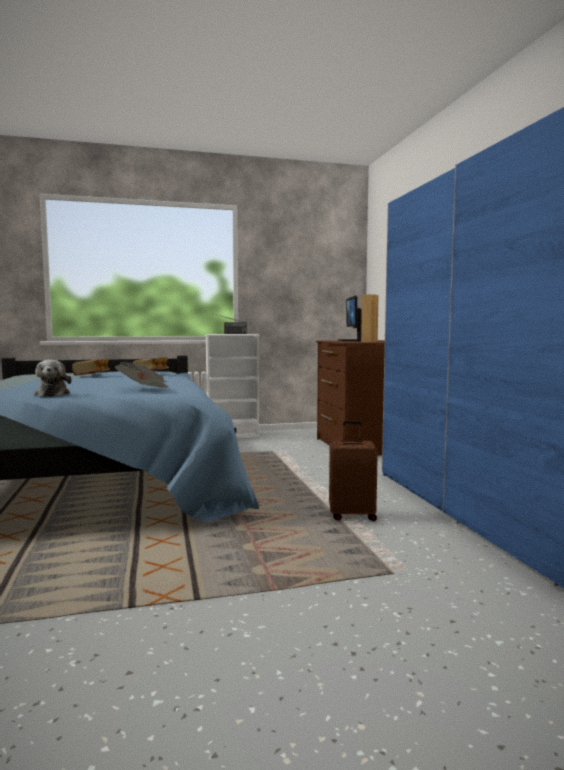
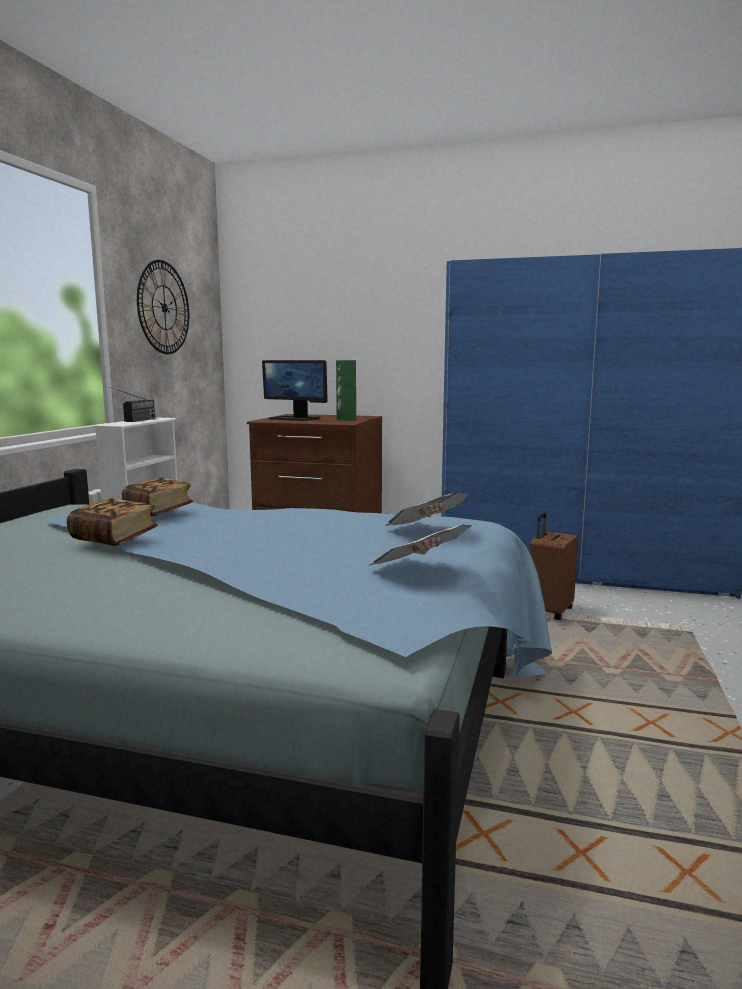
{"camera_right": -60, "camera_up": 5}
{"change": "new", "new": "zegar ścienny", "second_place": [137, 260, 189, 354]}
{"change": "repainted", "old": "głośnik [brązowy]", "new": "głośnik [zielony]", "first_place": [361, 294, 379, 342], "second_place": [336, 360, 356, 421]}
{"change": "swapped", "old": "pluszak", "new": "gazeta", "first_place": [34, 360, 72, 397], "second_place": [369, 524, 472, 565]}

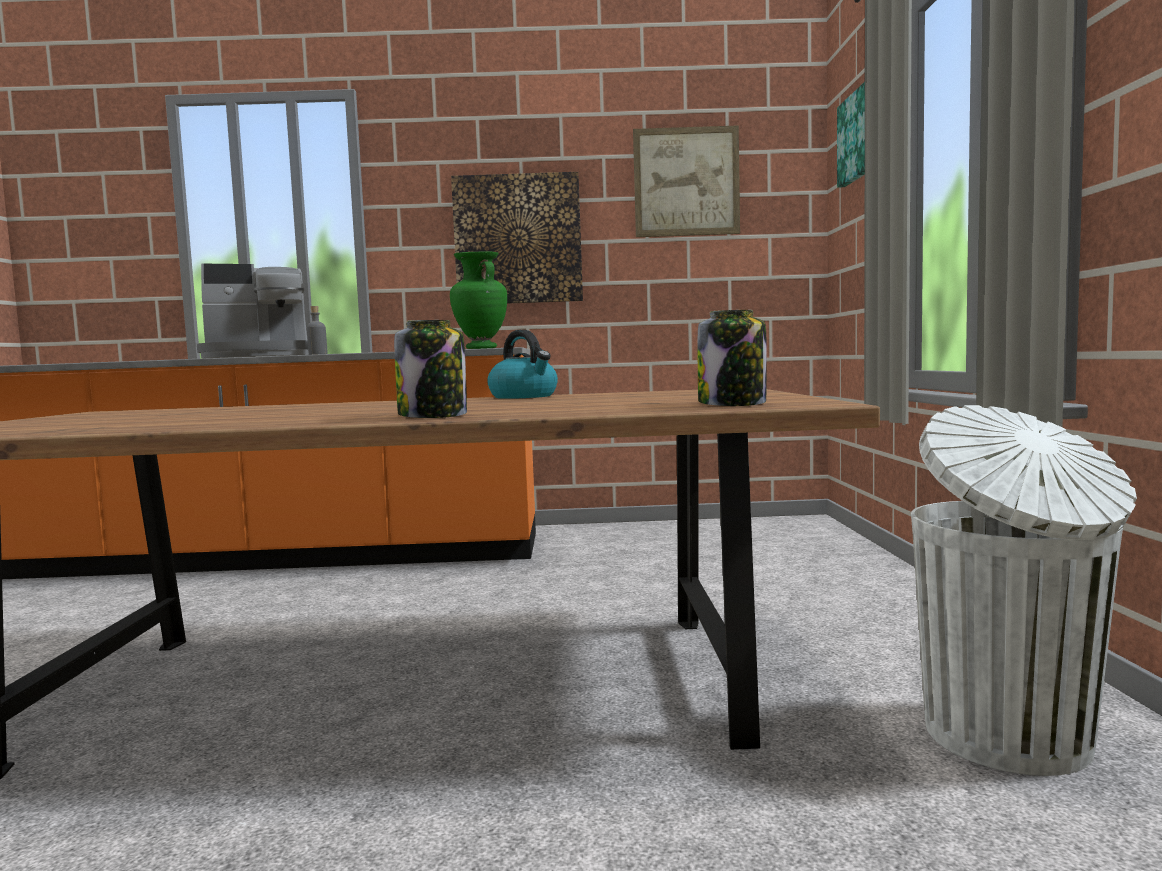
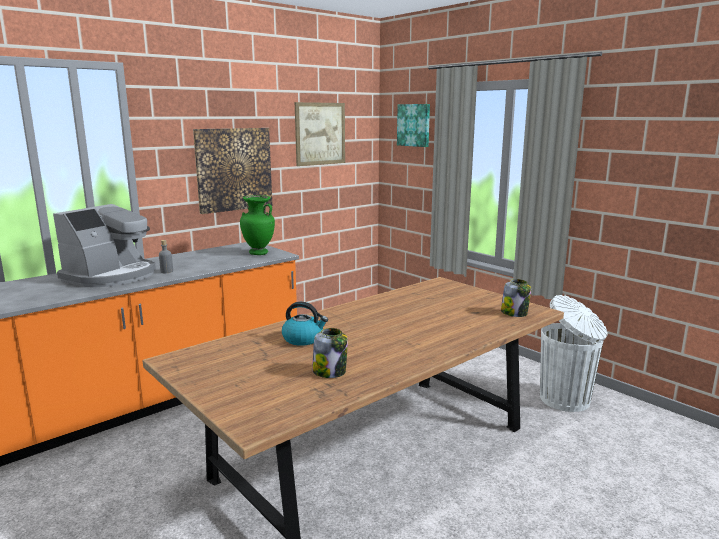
{"camera_right": -40, "camera_up": 10}
{"change": "shifted", "old": "czajnik", "first_place": [487, 330, 558, 399], "second_place": [282, 302, 328, 346]}
{"change": "shifted", "old": "słoik", "first_place": [394, 320, 467, 418], "second_place": [312, 328, 348, 378]}

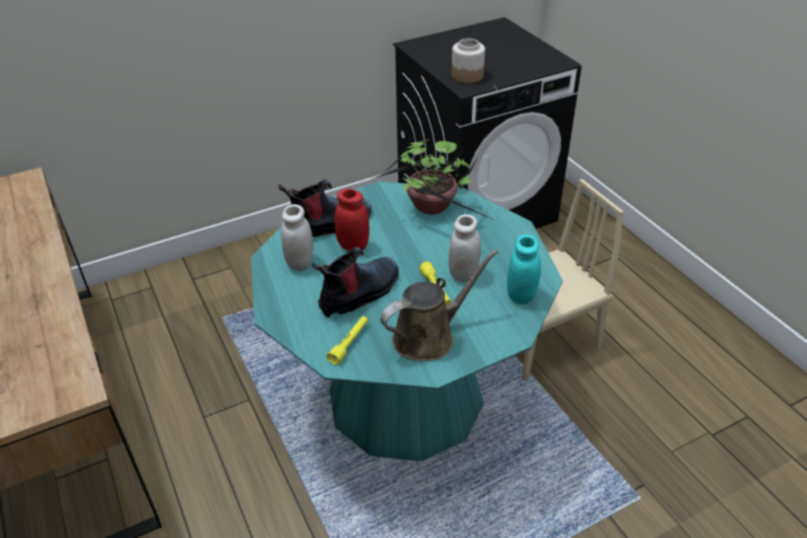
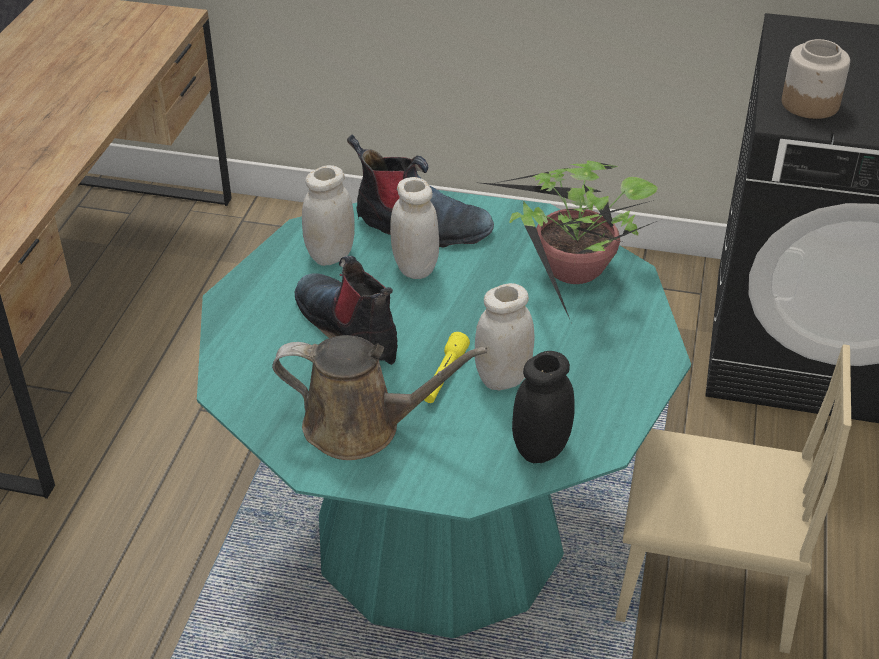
{"camera_right": 40, "camera_up": 0}
{"change": "rotated", "old": "but z cholewką", "first_place": [312, 247, 399, 318], "second_place": [294, 256, 398, 365], "degrees": -120}
{"change": "repainted", "old": "słoik [czerwony]", "new": "słoik [biały]", "first_place": [335, 189, 369, 251], "second_place": [390, 177, 439, 279]}
{"change": "repainted", "old": "słoik [turkusowy]", "new": "słoik [czarny]", "first_place": [507, 235, 541, 304], "second_place": [512, 351, 575, 463]}
{"change": "gone", "old": "latarka [żółty]", "first_place": [327, 316, 368, 365]}

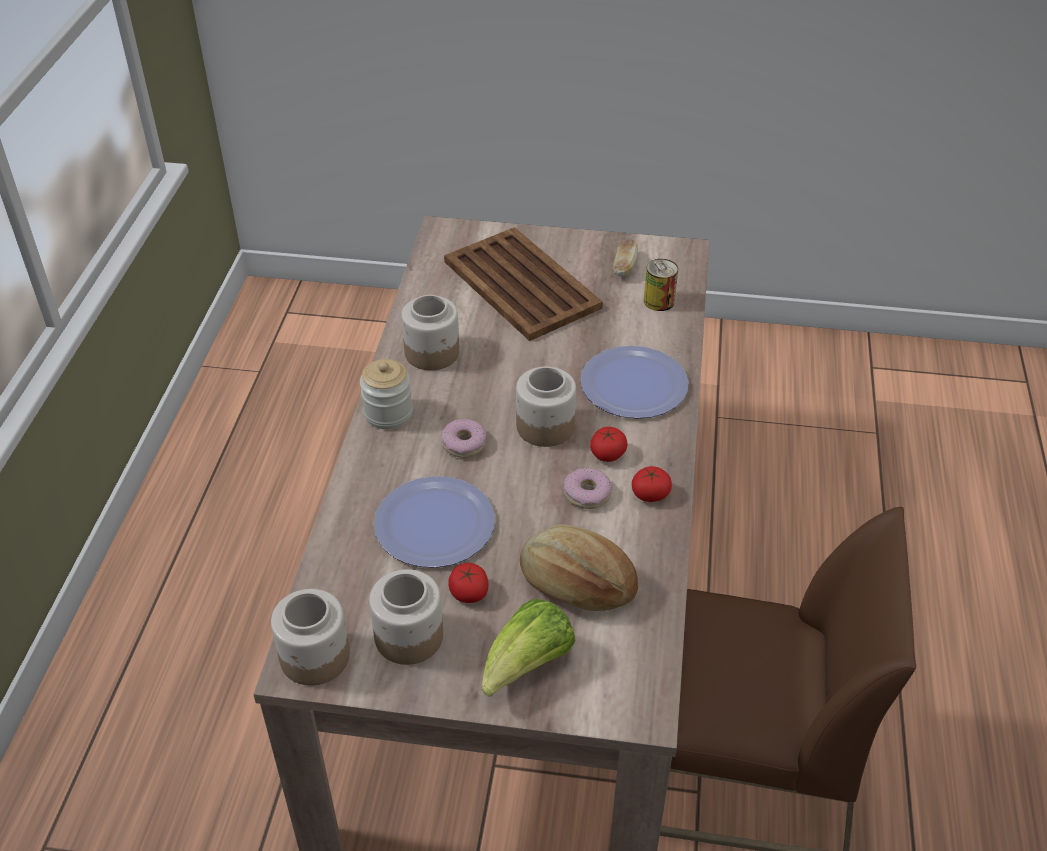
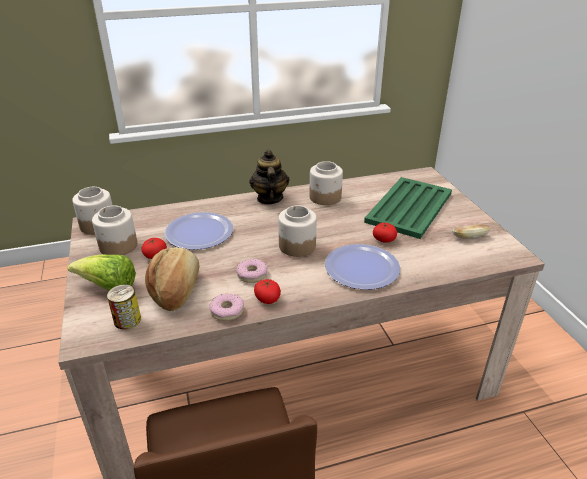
{"camera_right": 65, "camera_up": -10}
{"change": "shifted", "old": "puszka", "first_place": [644, 259, 678, 311], "second_place": [107, 284, 141, 329]}
{"change": "shifted", "old": "donut", "first_place": [441, 418, 487, 458], "second_place": [209, 294, 244, 321]}
{"change": "swapped", "old": "słoik", "new": "imbryk", "first_place": [360, 359, 413, 429], "second_place": [249, 150, 290, 205]}
{"change": "repainted", "old": "taca [brązowy]", "new": "taca [zielony]", "first_place": [444, 227, 603, 341], "second_place": [364, 177, 452, 239]}
{"change": "shifted", "old": "pomidor", "first_place": [590, 427, 627, 462], "second_place": [373, 223, 397, 243]}

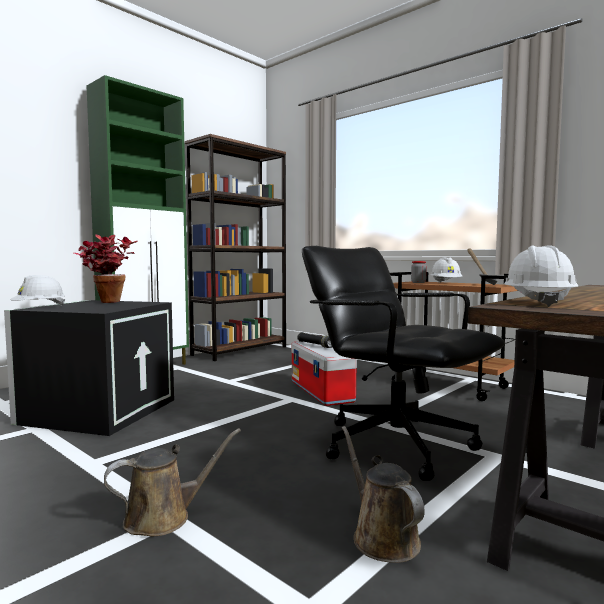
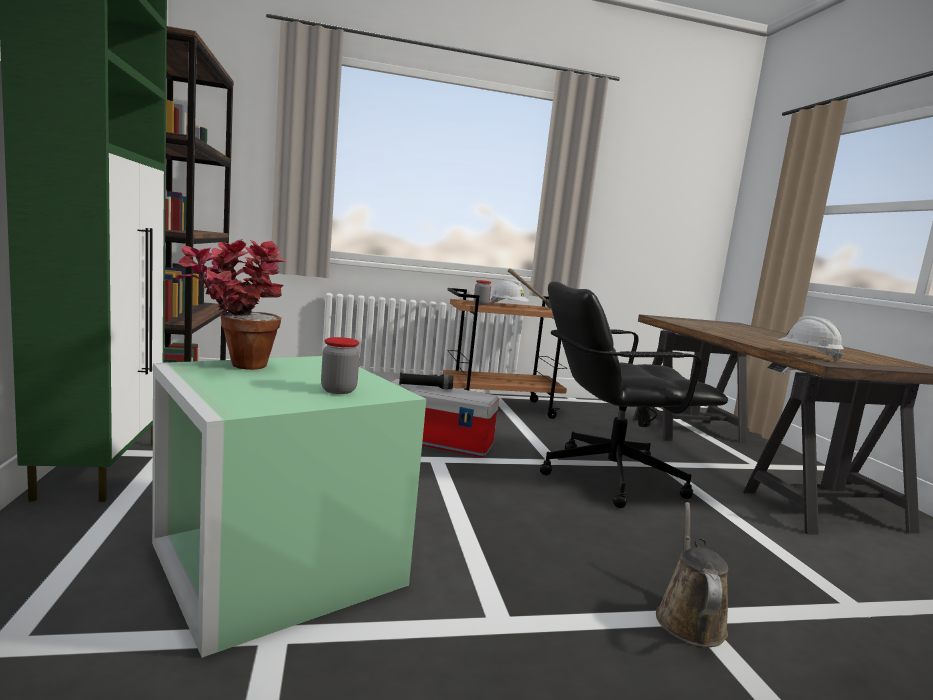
{"camera_right": -55, "camera_up": 5}
{"change": "repainted", "old": "pojemnik do przechowywania [czarny]", "new": "pojemnik do przechowywania [zielony]", "first_place": [4, 300, 174, 436], "second_place": [152, 356, 426, 658]}
{"change": "new", "new": "słoik", "second_place": [321, 337, 360, 394]}
{"change": "gone", "old": "kask [biały]", "first_place": [10, 275, 65, 306]}
{"change": "gone", "old": "konewka [brązowy]", "first_place": [342, 426, 425, 563]}

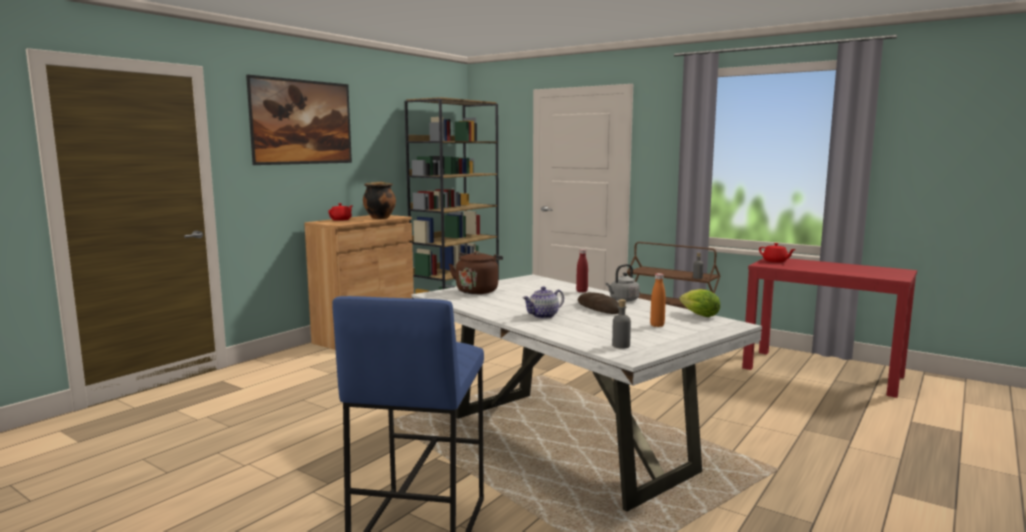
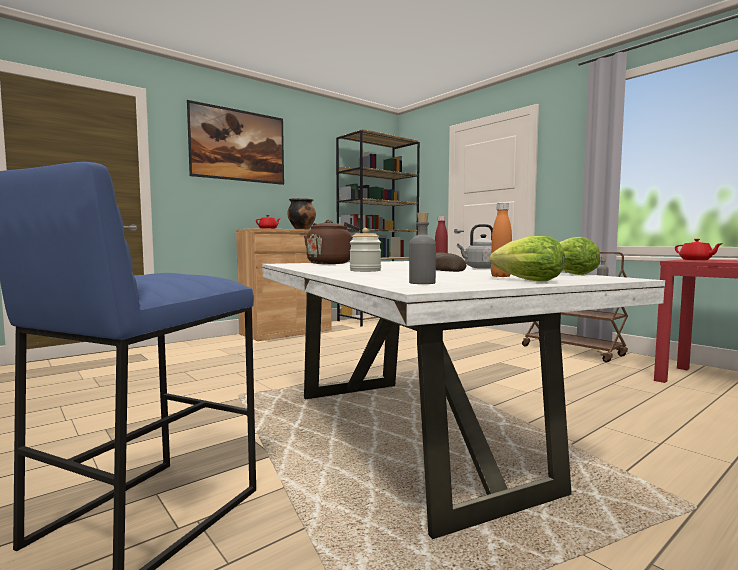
{"camera_right": 15, "camera_up": -5}
{"change": "swapped", "old": "imbryk", "new": "słoik", "first_place": [523, 286, 564, 319], "second_place": [350, 228, 381, 272]}
{"change": "new", "new": "sałata", "second_place": [490, 236, 565, 282]}

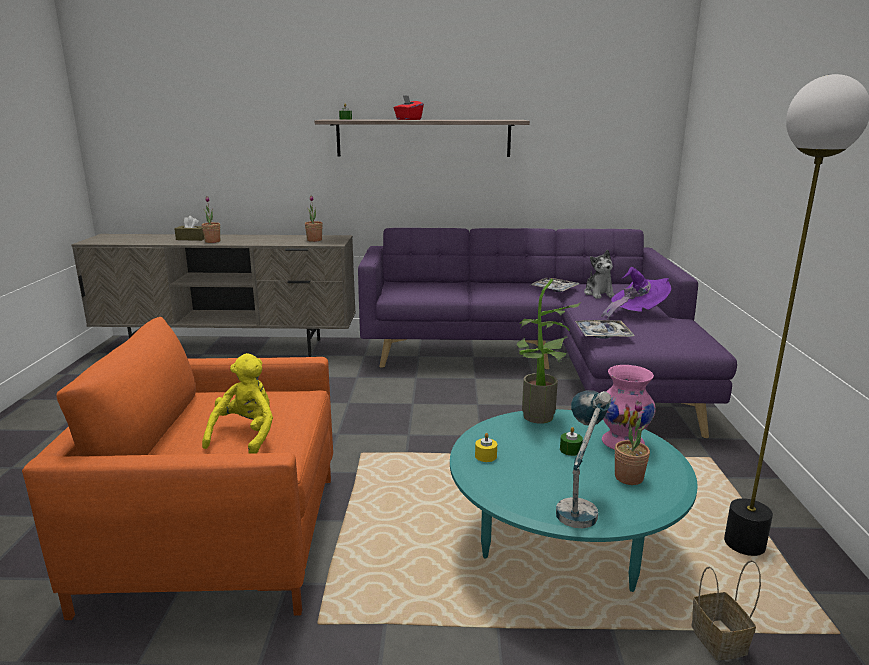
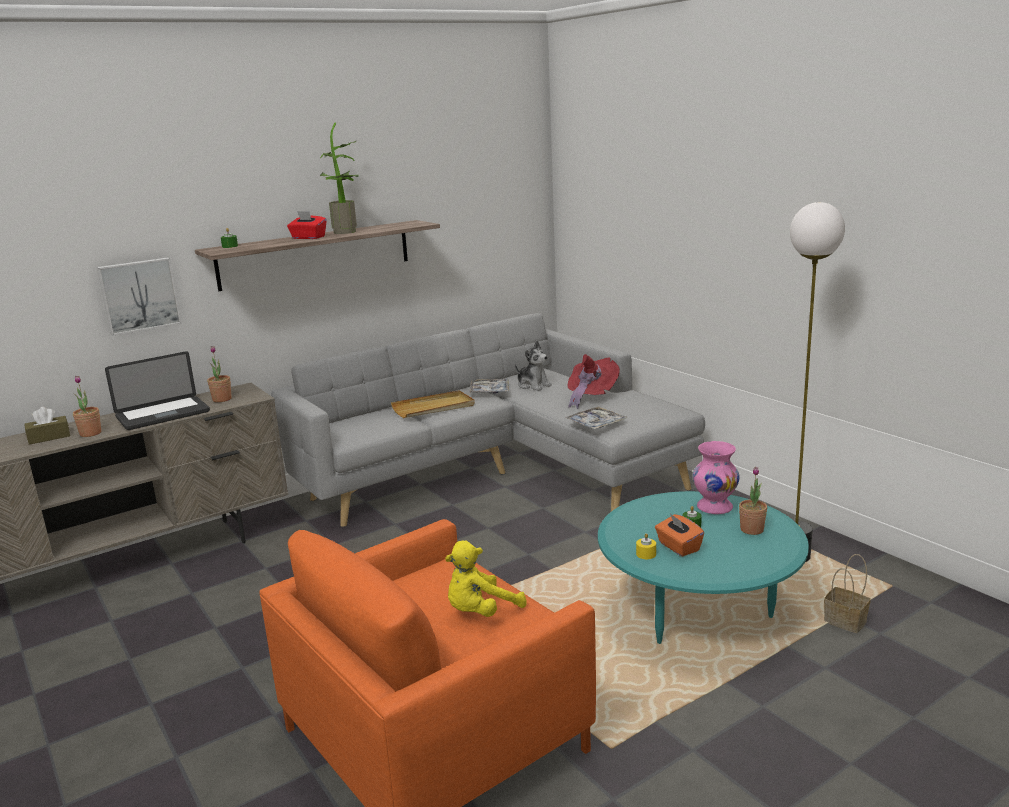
{"camera_right": -35, "camera_up": 0}
{"change": "new", "new": "obraz", "second_place": [97, 257, 181, 336]}
{"change": "new", "new": "laptop", "second_place": [105, 351, 210, 430]}
{"change": "repainted", "old": "kanapa [fioletowy]", "new": "kanapa [szary]", "first_place": [358, 228, 737, 439], "second_place": [271, 313, 705, 527]}
{"change": "shifted", "old": "roślina doniczkowa", "first_place": [516, 279, 581, 424], "second_place": [320, 122, 359, 234]}
{"change": "new", "new": "taca [beżowy]", "second_place": [391, 390, 475, 418]}
{"change": "rotated", "old": "pluszak [żółty]", "first_place": [202, 353, 273, 454], "second_place": [445, 540, 527, 617], "degrees": -105}
{"change": "repainted", "old": "kapelusz [fioletowy]", "new": "kapelusz [czerwony]", "first_place": [601, 267, 671, 320], "second_place": [567, 354, 620, 409]}
{"change": "new", "new": "pudełko chusteczek [pomarańczowy]", "second_place": [655, 514, 704, 557]}
{"change": "gone", "old": "lampa stołowa", "first_place": [556, 390, 611, 528]}

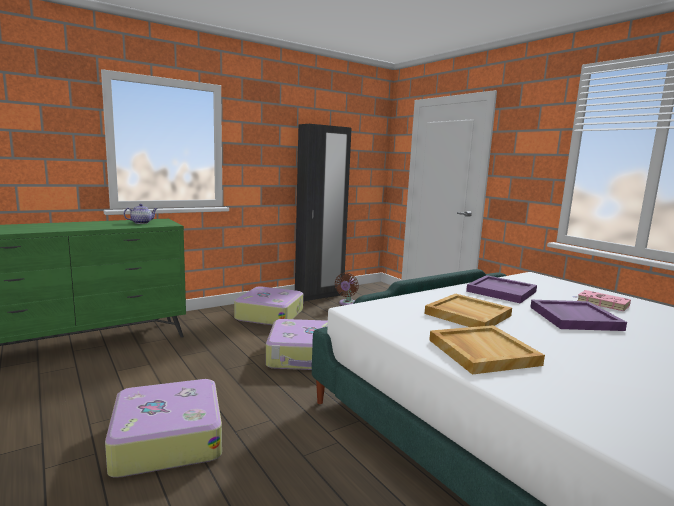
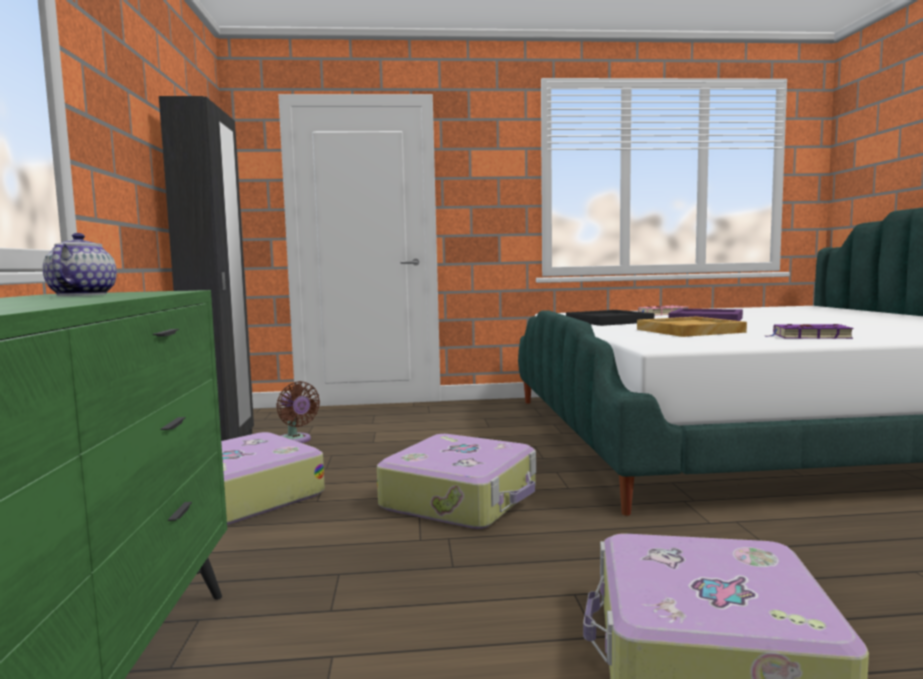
{"camera_right": -60, "camera_up": -5}
{"change": "repainted", "old": "taca [fioletowy]", "new": "taca [czarny]", "first_place": [466, 275, 537, 304], "second_place": [566, 310, 654, 326]}
{"change": "swapped", "old": "taca [beżowy]", "new": "książka [fioletowy]", "first_place": [429, 325, 545, 375], "second_place": [765, 324, 854, 339]}

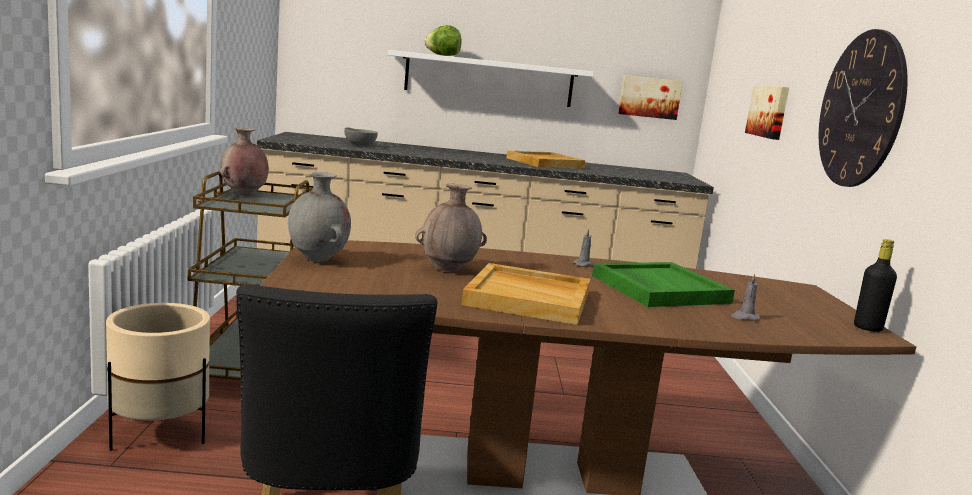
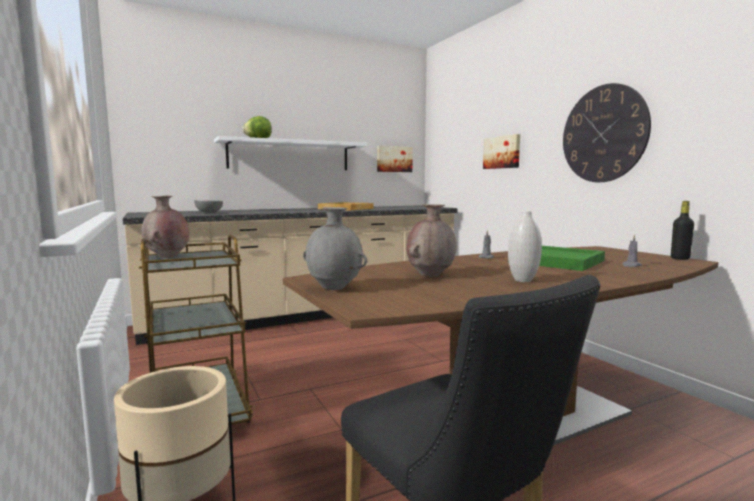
{"camera_right": -25, "camera_up": -5}
{"change": "swapped", "old": "taca [beżowy]", "new": "wazon [biały]", "first_place": [461, 263, 590, 325], "second_place": [508, 210, 542, 282]}

